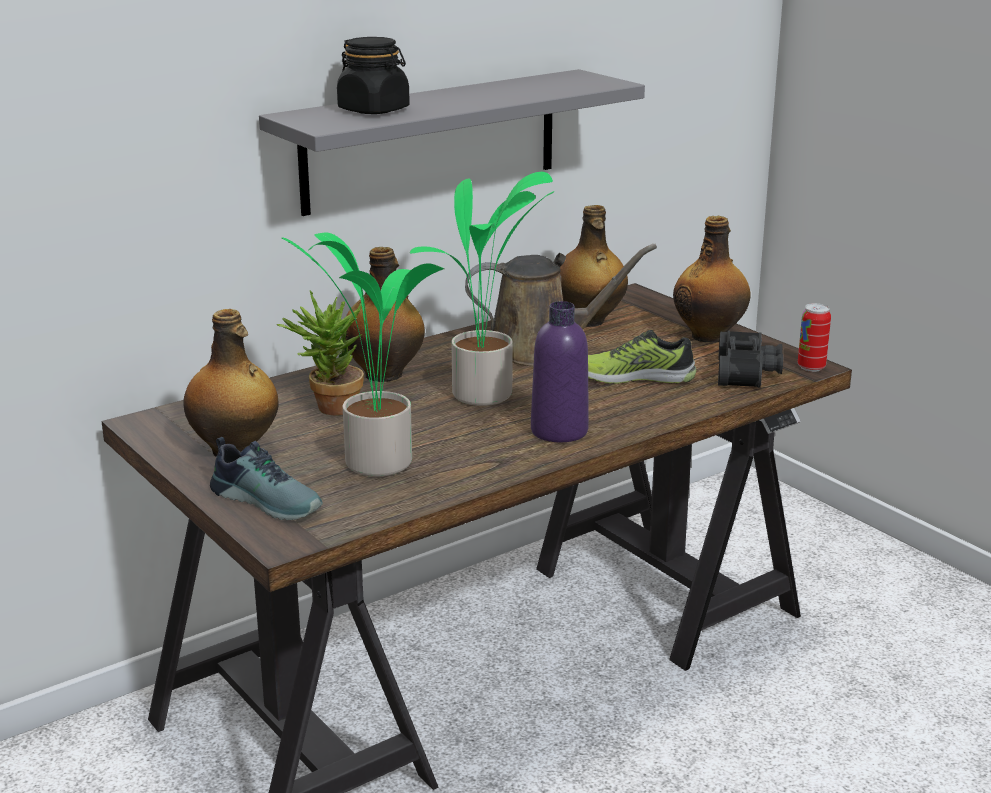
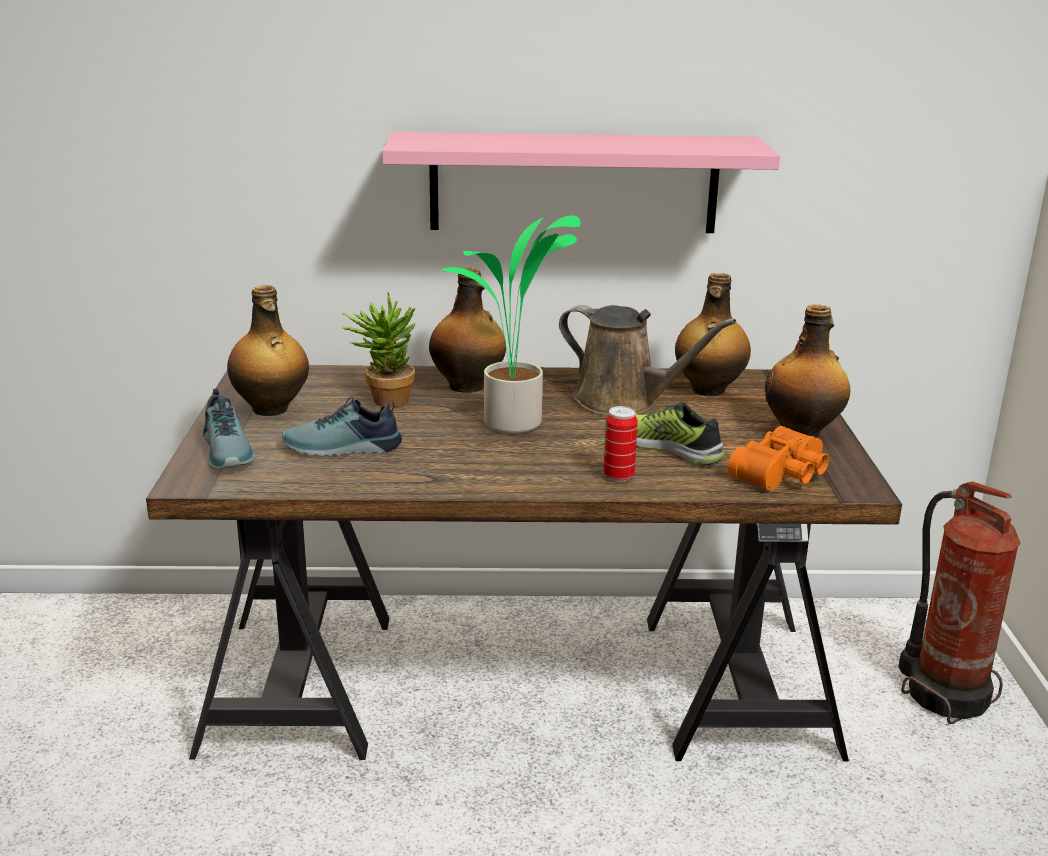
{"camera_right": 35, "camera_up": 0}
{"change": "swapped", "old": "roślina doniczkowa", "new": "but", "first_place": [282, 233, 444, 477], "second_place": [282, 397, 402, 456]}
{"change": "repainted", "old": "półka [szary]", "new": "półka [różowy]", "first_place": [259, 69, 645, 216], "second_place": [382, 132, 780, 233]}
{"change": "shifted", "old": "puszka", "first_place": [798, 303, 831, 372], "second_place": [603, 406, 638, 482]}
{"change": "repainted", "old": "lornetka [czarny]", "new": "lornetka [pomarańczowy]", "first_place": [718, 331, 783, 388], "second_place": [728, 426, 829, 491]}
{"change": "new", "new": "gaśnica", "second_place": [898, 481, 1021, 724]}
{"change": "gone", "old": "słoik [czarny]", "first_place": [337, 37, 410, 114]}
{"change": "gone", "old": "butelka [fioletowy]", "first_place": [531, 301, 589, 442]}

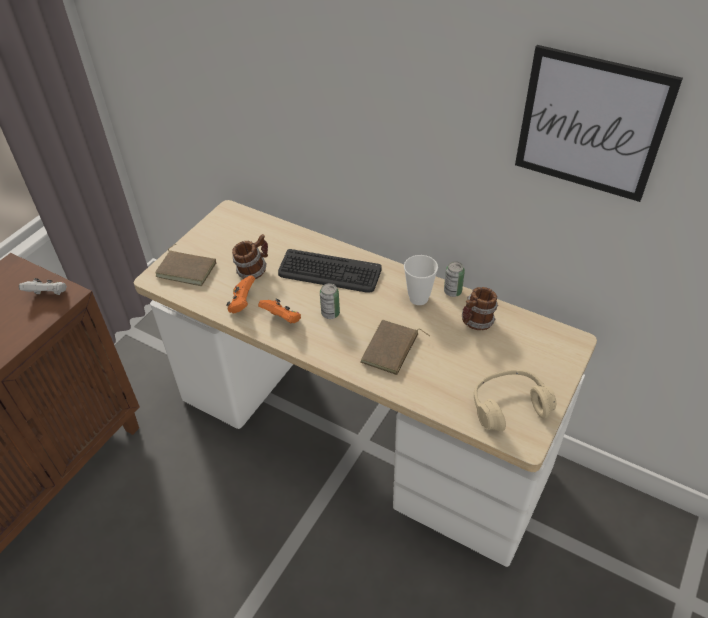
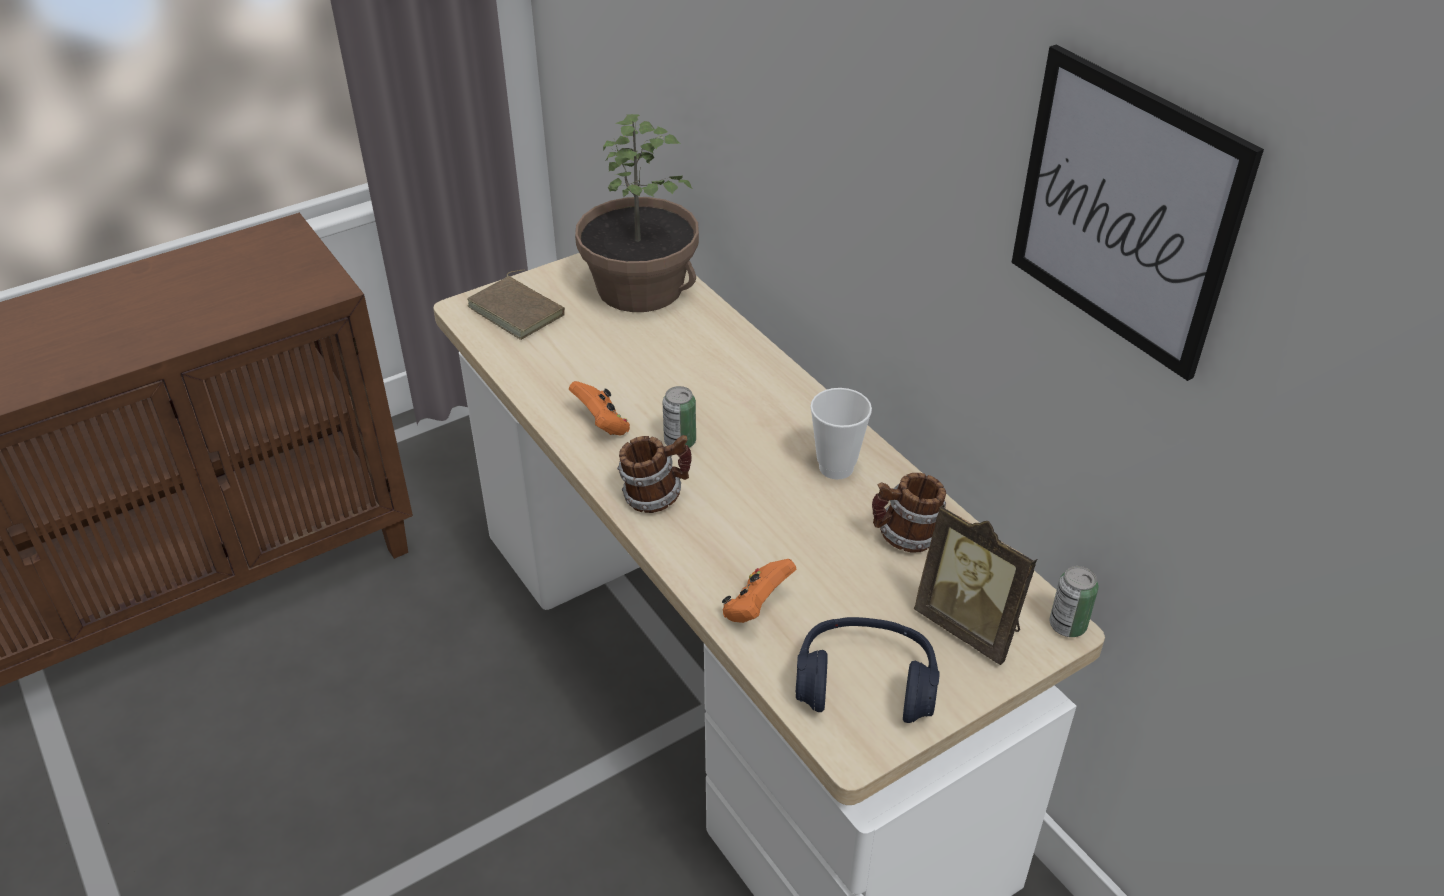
{"camera_right": 25, "camera_up": -5}
{"change": "new", "new": "roślina doniczkowa", "second_place": [575, 114, 699, 312]}
{"change": "shifted", "old": "kubek", "first_place": [232, 234, 268, 279], "second_place": [617, 435, 692, 513]}
{"change": "shifted", "old": "pad do gier [pomarańczowy]", "first_place": [226, 275, 255, 313], "second_place": [722, 559, 797, 623]}
{"change": "repainted", "old": "słuchawki [beżowy]", "new": "słuchawki [niebieski]", "first_place": [474, 370, 556, 431], "second_place": [796, 617, 940, 723]}
{"change": "new", "new": "ramka na zdjęcie", "second_place": [914, 504, 1037, 665]}
{"change": "shifted", "old": "puszka", "first_place": [444, 261, 465, 297], "second_place": [1050, 566, 1099, 637]}
{"change": "gone", "old": "pad do gier [biały]", "first_place": [19, 278, 67, 295]}
{"change": "gone", "old": "klawiatura", "first_place": [278, 249, 382, 293]}
{"change": "gone", "old": "książka [brązowy]", "first_place": [361, 320, 430, 375]}

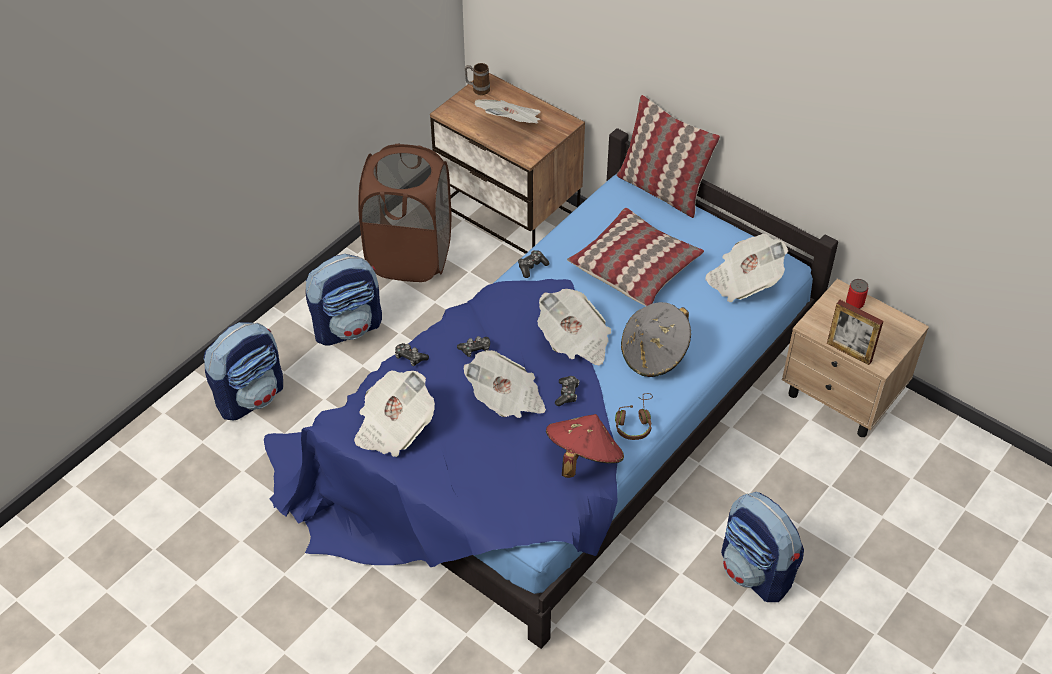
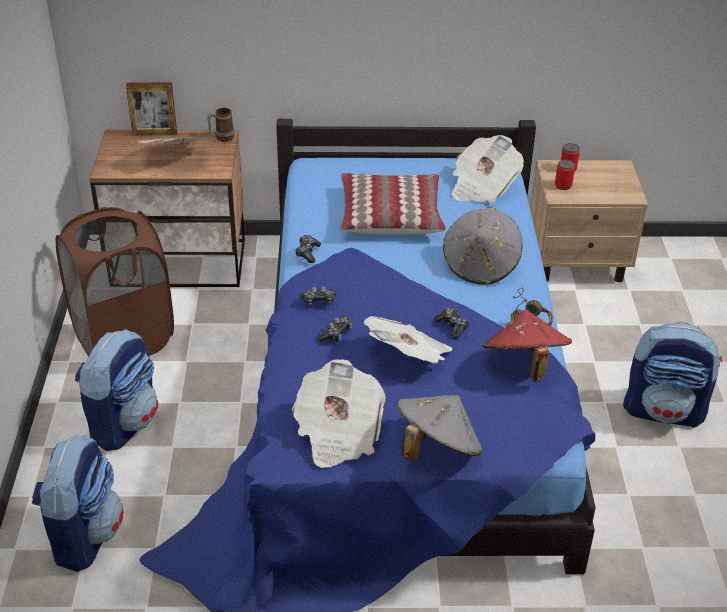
{"camera_right": -40, "camera_up": -10}
{"change": "shifted", "old": "ramka na zdjęcie", "first_place": [827, 300, 884, 365], "second_place": [126, 82, 177, 136]}
{"change": "shifted", "old": "kubek", "first_place": [465, 63, 490, 95], "second_place": [207, 108, 234, 142]}
{"change": "shifted", "old": "pad do gier", "first_place": [395, 343, 429, 366], "second_place": [300, 286, 336, 306]}
{"change": "new", "new": "kapelusz [szary]", "second_place": [397, 395, 482, 461]}
{"change": "new", "new": "puszka", "second_place": [555, 160, 575, 190]}
{"change": "gone", "old": "gazeta", "first_place": [537, 289, 612, 365]}
{"change": "gone", "old": "poduszka", "first_place": [616, 95, 720, 218]}

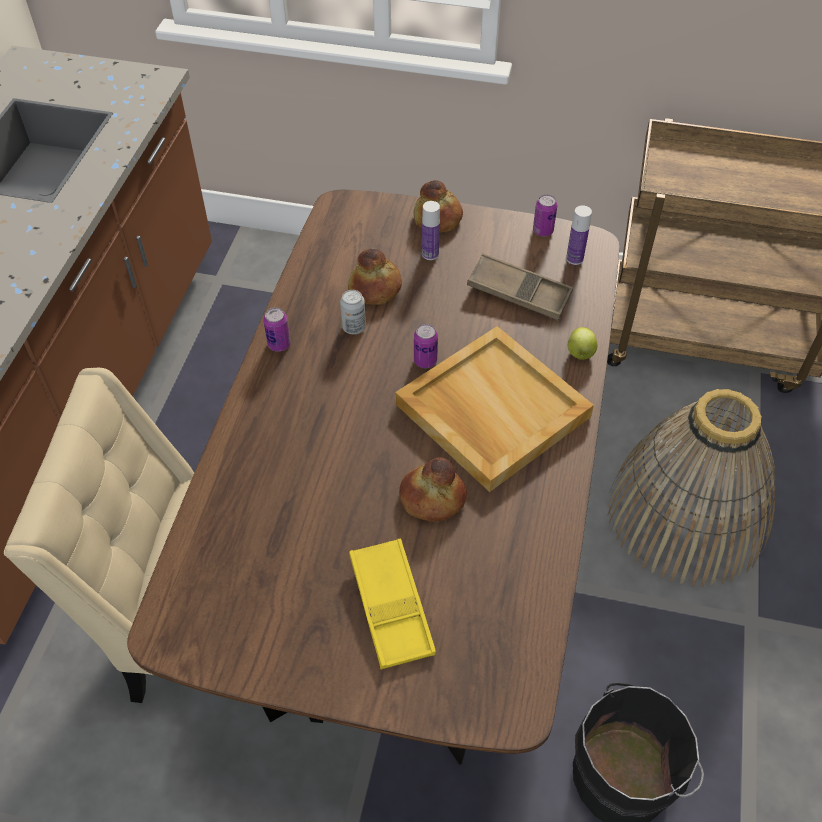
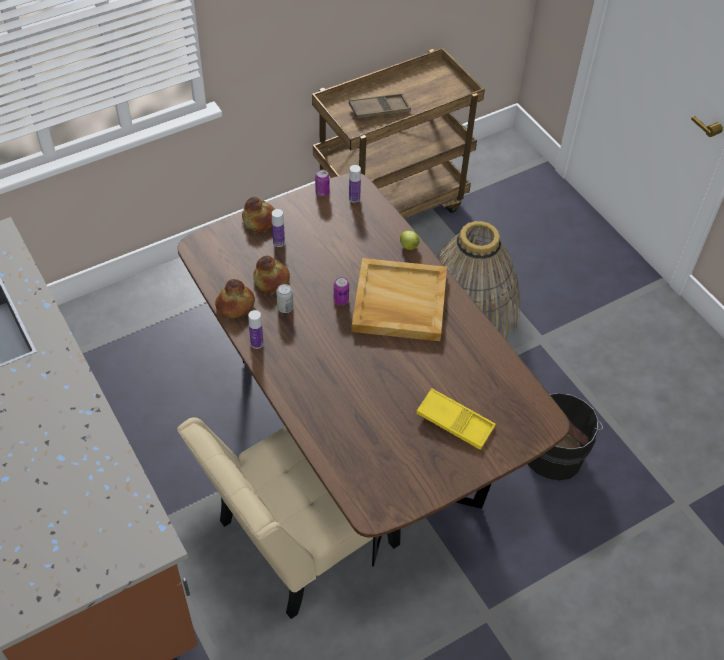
{"camera_right": -45, "camera_up": 0}
{"change": "shifted", "old": "chleb", "first_place": [399, 457, 467, 521], "second_place": [215, 279, 255, 318]}
{"change": "swapped", "old": "puszka", "new": "butelka", "first_place": [263, 308, 291, 352], "second_place": [248, 310, 263, 349]}
{"change": "shifted", "old": "taca [brązowy]", "first_place": [467, 253, 573, 320], "second_place": [349, 93, 411, 119]}

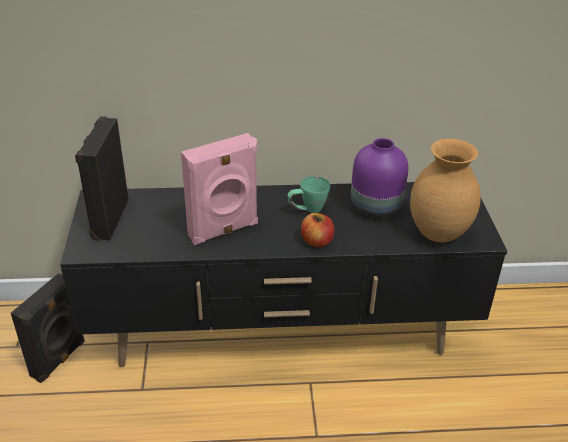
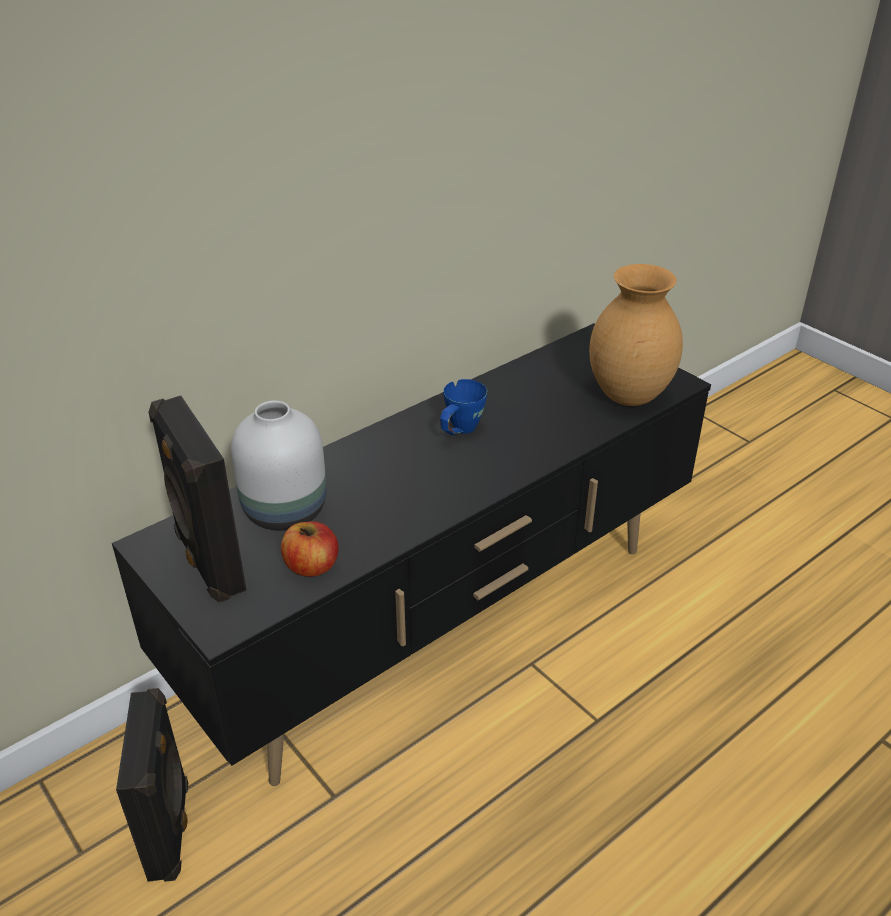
{"camera_right": -35, "camera_up": 0}
{"change": "new", "new": "wazon [biały]", "second_place": [231, 401, 327, 531]}
{"change": "shifted", "old": "jabłko", "first_place": [301, 213, 334, 247], "second_place": [281, 521, 339, 577]}
{"change": "repainted", "old": "kubek [zielony]", "new": "kubek [niebieski]", "first_place": [288, 176, 330, 213], "second_place": [440, 379, 487, 435]}
{"change": "gone", "old": "głośnik [różowy]", "first_place": [181, 133, 258, 245]}
{"change": "gone", "old": "wazon [fioletowy]", "first_place": [351, 138, 408, 218]}

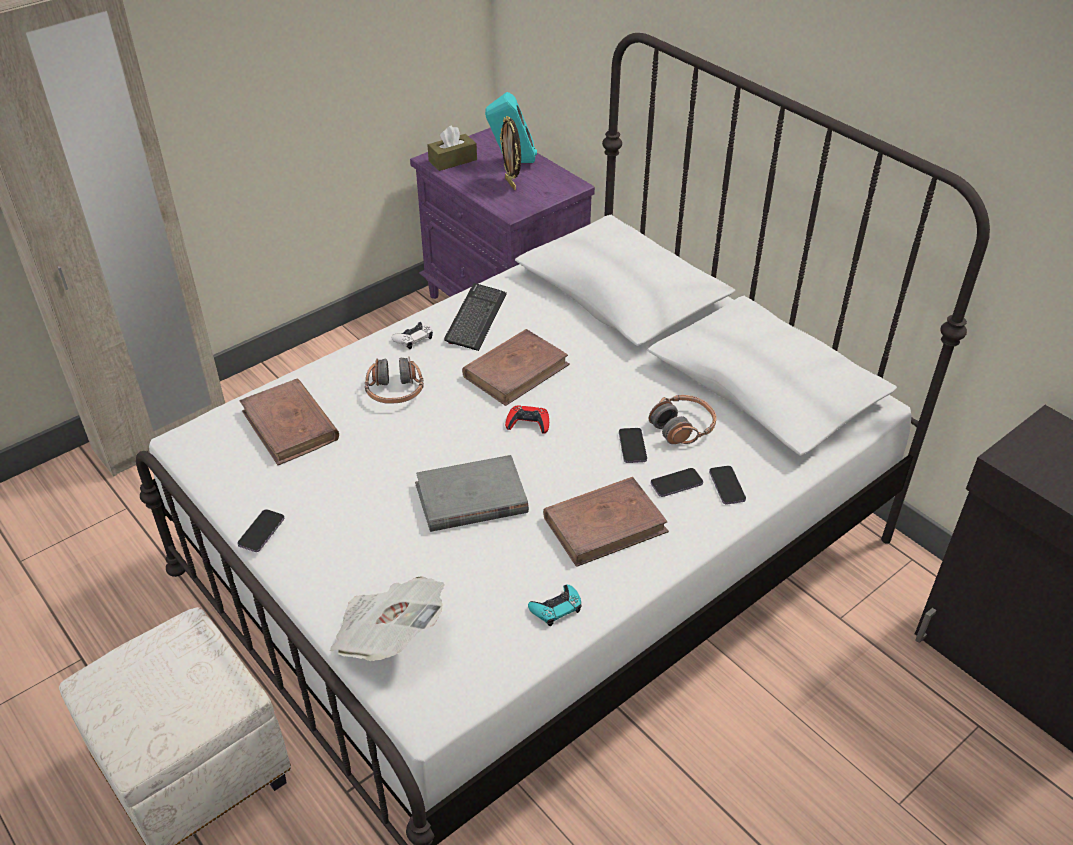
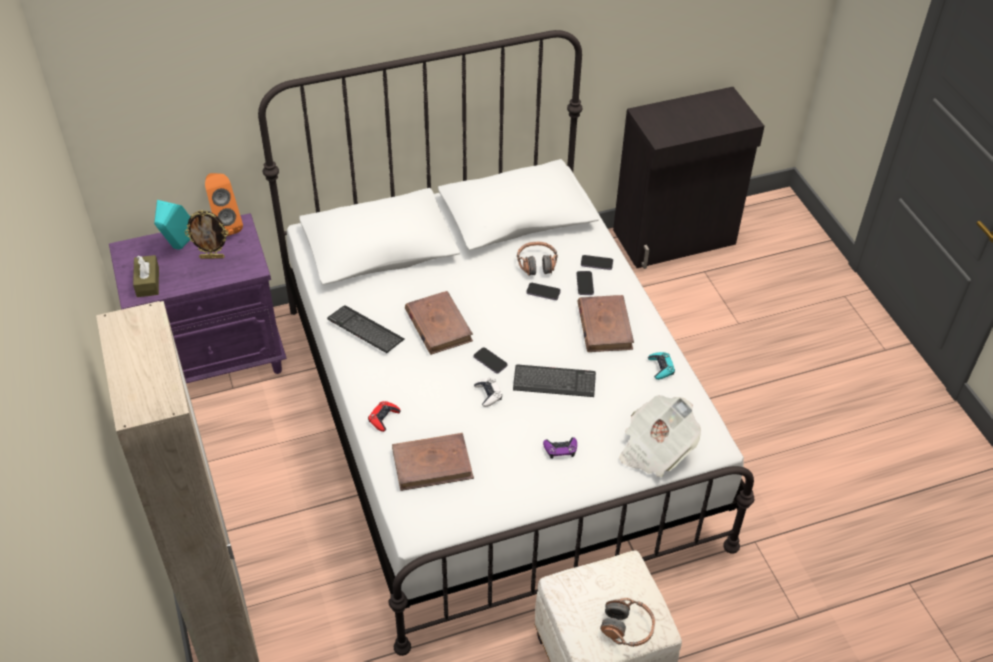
{"camera_right": -70, "camera_up": 5}
{"change": "new", "new": "głośnik [pomarańczowy]", "second_place": [205, 173, 243, 236]}
{"change": "shifted", "old": "pad do gier [czerwony]", "first_place": [505, 405, 549, 434], "second_place": [368, 401, 401, 432]}
{"change": "shifted", "old": "telefon", "first_place": [237, 509, 284, 552], "second_place": [474, 347, 507, 373]}
{"change": "shifted", "old": "pad do gier [biały]", "first_place": [391, 322, 433, 349], "second_place": [474, 378, 502, 407]}
{"change": "swapped", "old": "książka [szary]", "new": "klawiatura", "first_place": [415, 455, 529, 532], "second_place": [513, 364, 596, 397]}
{"change": "new", "new": "pad do gier [fioletowy]", "second_place": [543, 437, 577, 459]}
{"change": "shifted", "old": "słuchawki", "first_place": [365, 357, 424, 404], "second_place": [600, 598, 655, 647]}

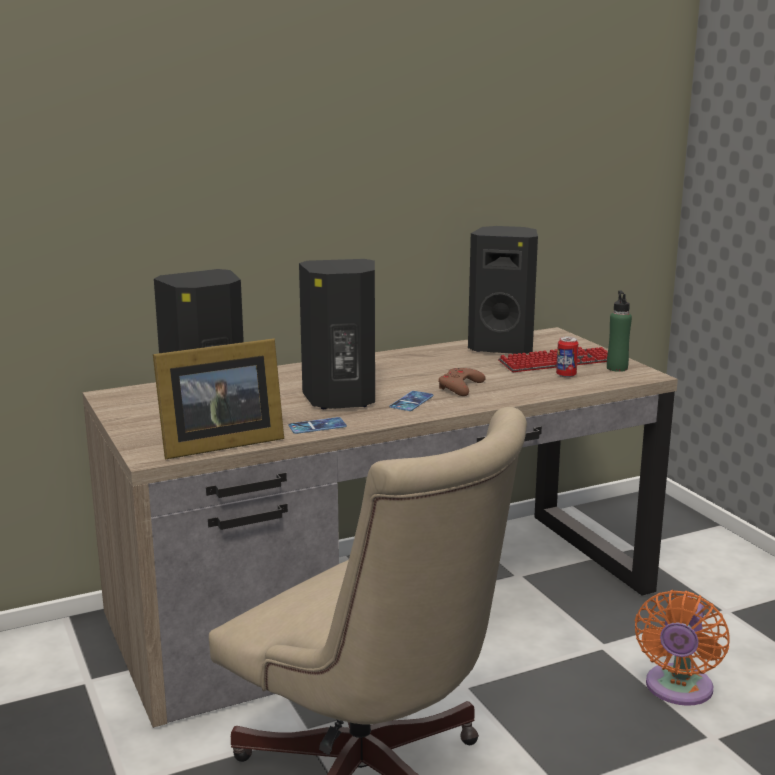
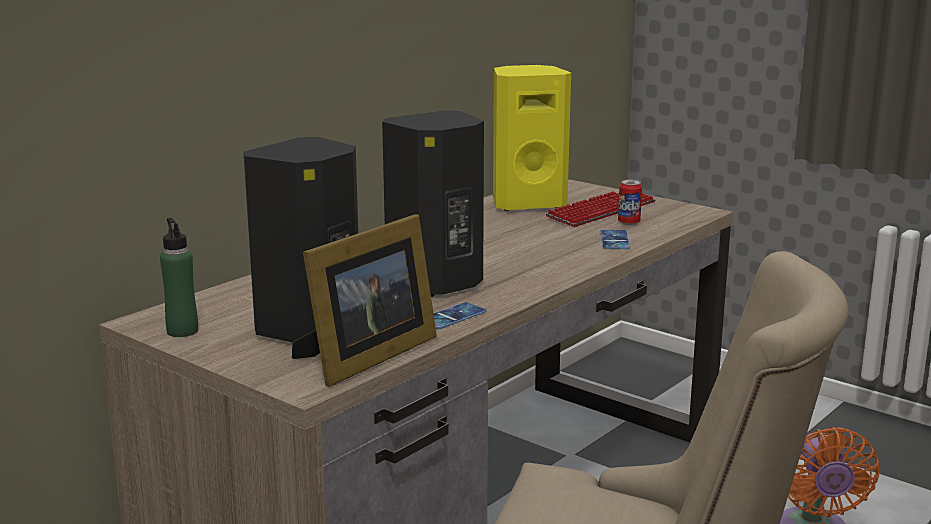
{"camera_right": -25, "camera_up": 0}
{"change": "shifted", "old": "butelka [zielony]", "first_place": [607, 290, 632, 372], "second_place": [160, 218, 198, 337]}
{"change": "repainted", "old": "głośnik [czarny]", "new": "głośnik [żółty]", "first_place": [468, 226, 538, 354], "second_place": [493, 65, 571, 211]}
{"change": "shifted", "old": "telefon", "first_place": [390, 391, 434, 411], "second_place": [600, 230, 630, 249]}
{"change": "gone", "old": "pad do gier [brązowy]", "first_place": [438, 368, 486, 396]}

